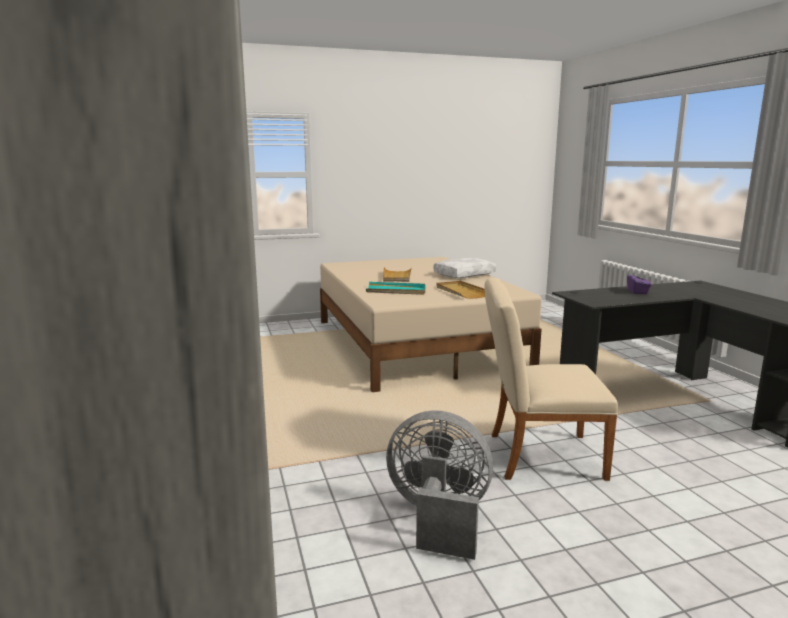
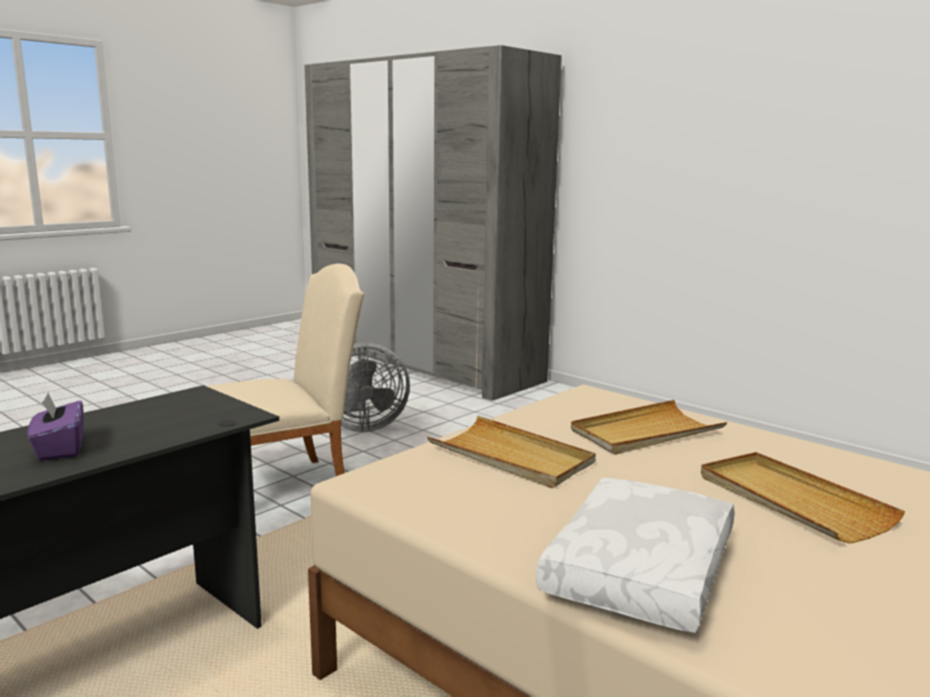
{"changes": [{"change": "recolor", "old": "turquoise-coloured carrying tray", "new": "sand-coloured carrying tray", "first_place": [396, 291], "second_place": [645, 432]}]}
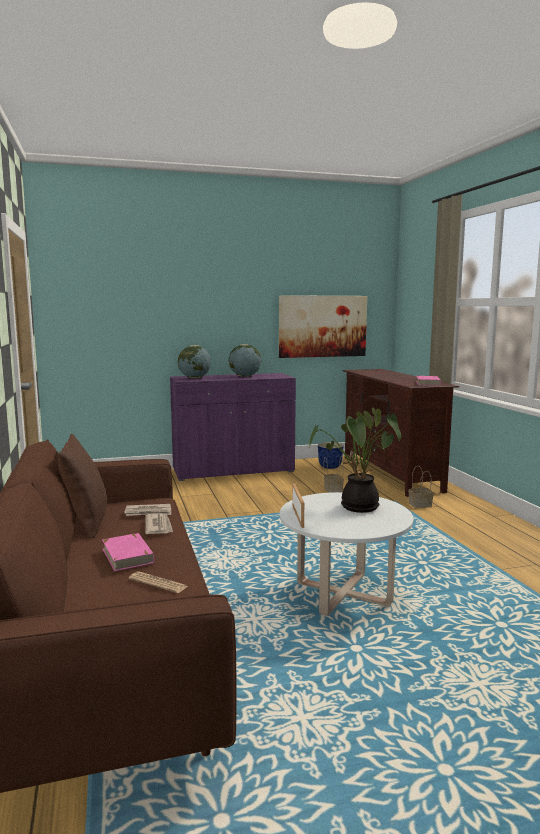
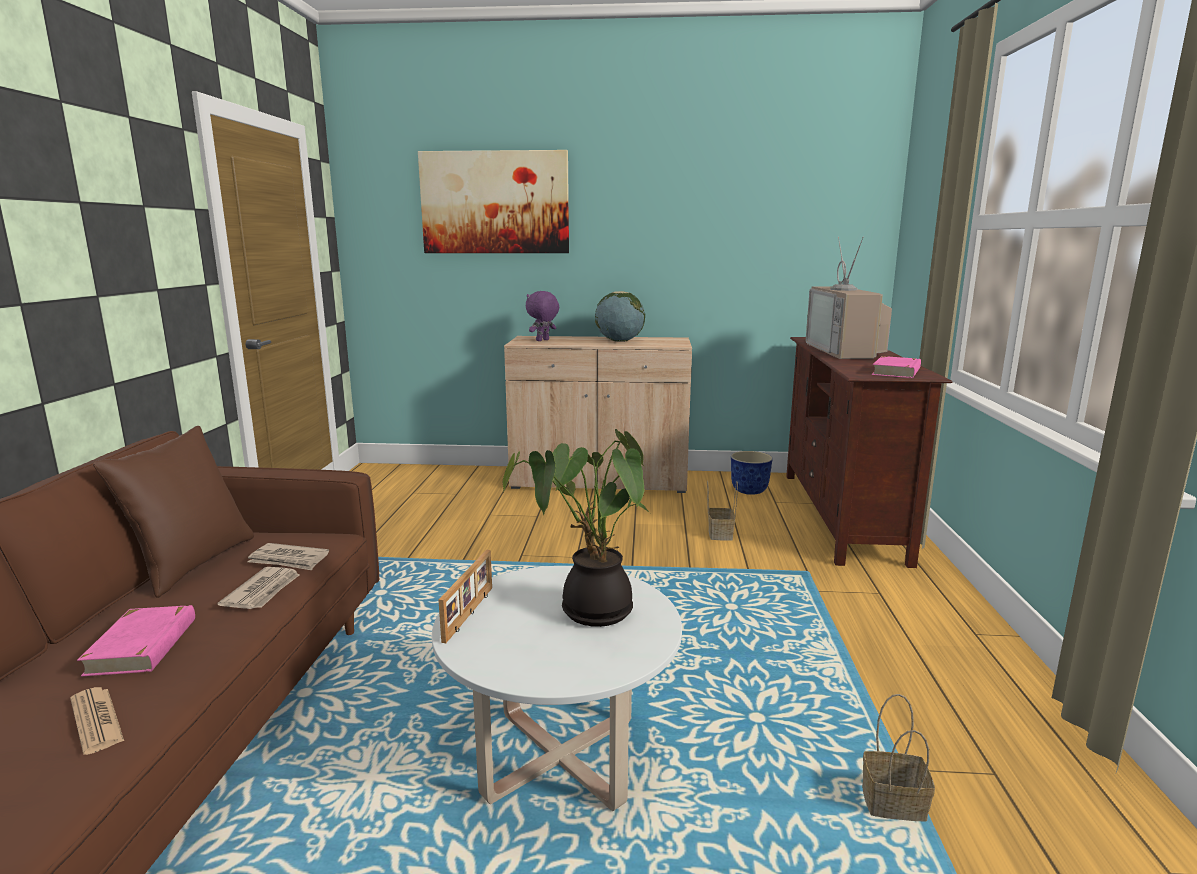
{"changes": [{"change": "move", "old": "wall art", "first_place": [322, 326], "second_place": [495, 203]}, {"change": "recolor", "old": "purple cupboard", "new": "sand-coloured cupboard", "first_place": [233, 470], "second_place": [599, 480]}, {"change": "replace", "old": "desk globe", "new": "purple cuddly toy", "first_place": [194, 378], "second_place": [543, 340]}, {"change": "insert", "new": "TV set", "second_place": [845, 351]}, {"change": "move", "old": "storage basket", "first_place": [420, 504], "second_place": [895, 804]}]}
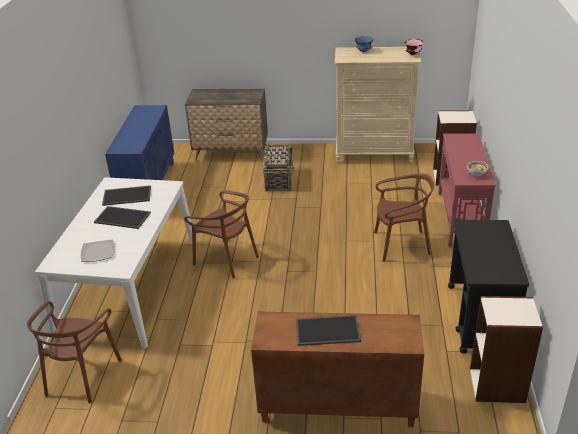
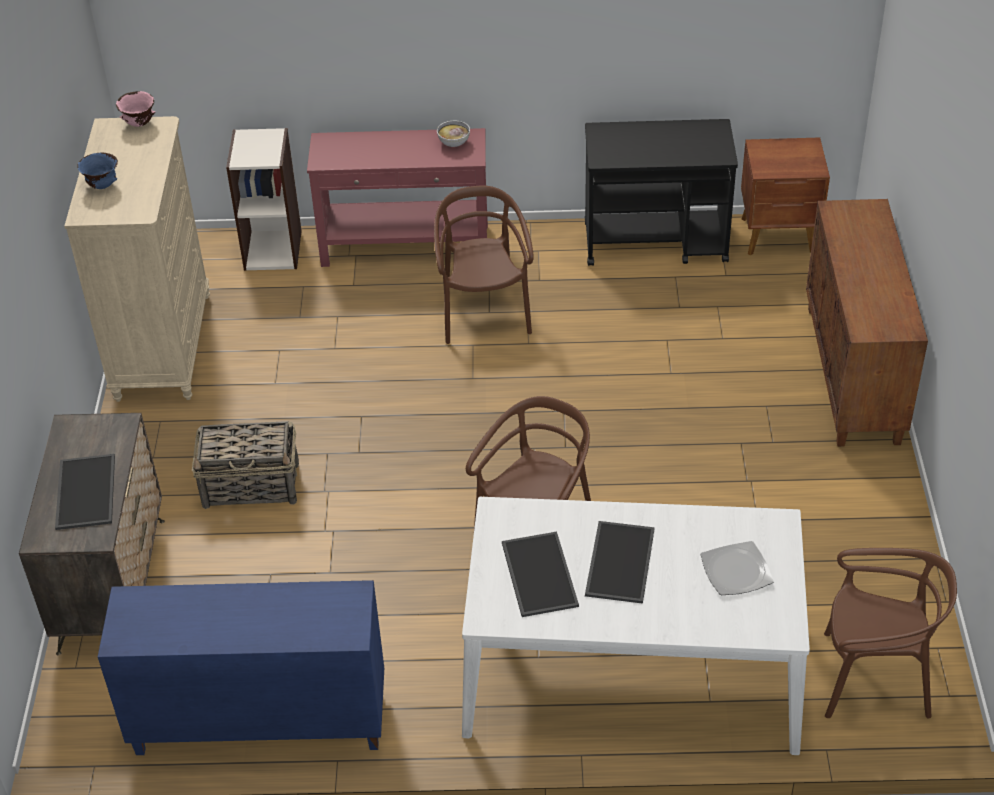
{"changes": [{"change": "move", "old": "carrying tray", "first_place": [328, 330], "second_place": [84, 491]}, {"change": "replace", "old": "bookcase", "new": "brown-coloured night table", "first_place": [498, 386], "second_place": [779, 236]}]}
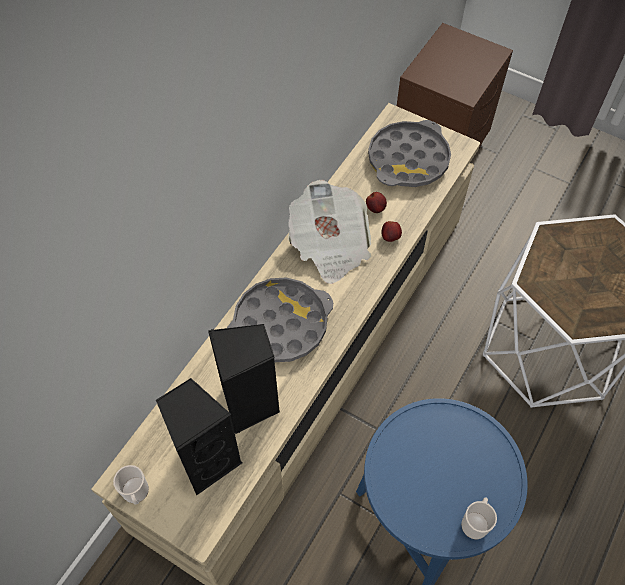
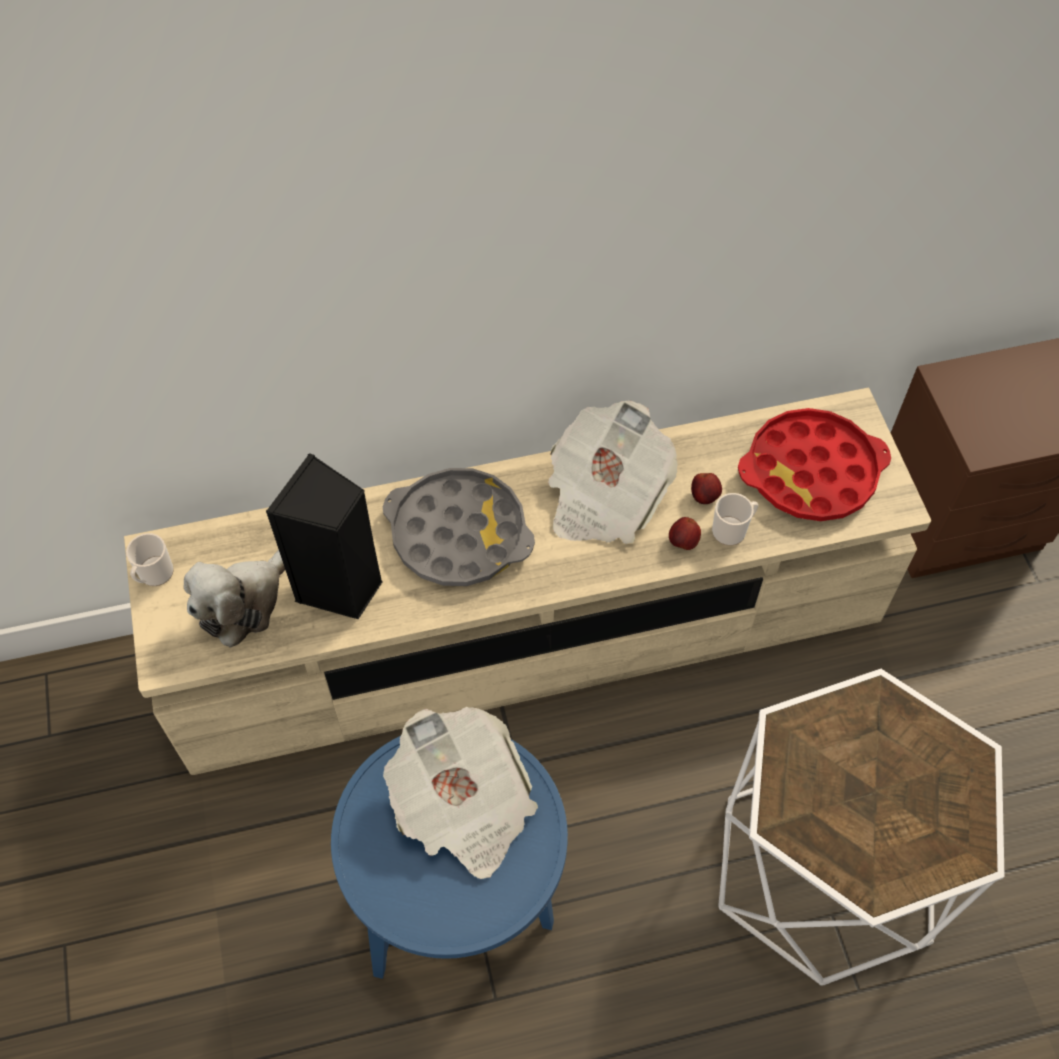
{"changes": [{"change": "replace", "old": "black-coloured loudspeaker", "new": "cuddly toy", "first_place": [207, 460], "second_place": [244, 602]}, {"change": "insert", "new": "daily paper", "second_place": [463, 806]}, {"change": "move", "old": "tea mug", "first_place": [475, 522], "second_place": [732, 530]}, {"change": "recolor", "old": "gray carrying tray", "new": "reddish carrying tray", "first_place": [408, 160], "second_place": [811, 472]}]}
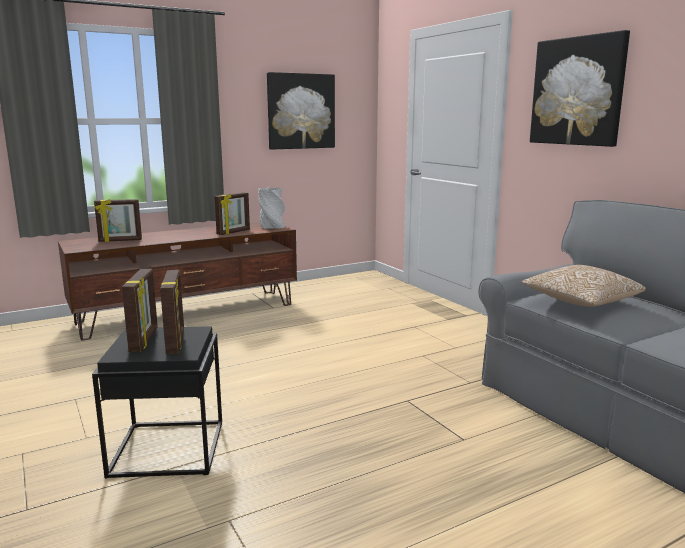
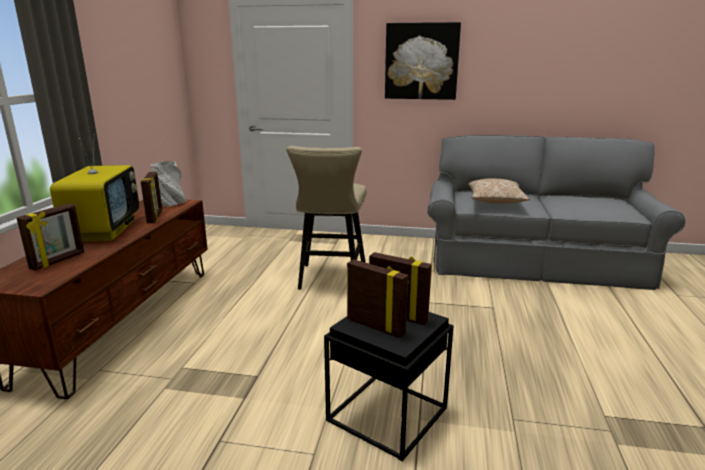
{"changes": [{"change": "insert", "new": "TV set", "second_place": [104, 231]}, {"change": "insert", "new": "sand-coloured stool", "second_place": [330, 280]}, {"change": "delete", "old": "wall art", "first_place": [301, 111]}]}
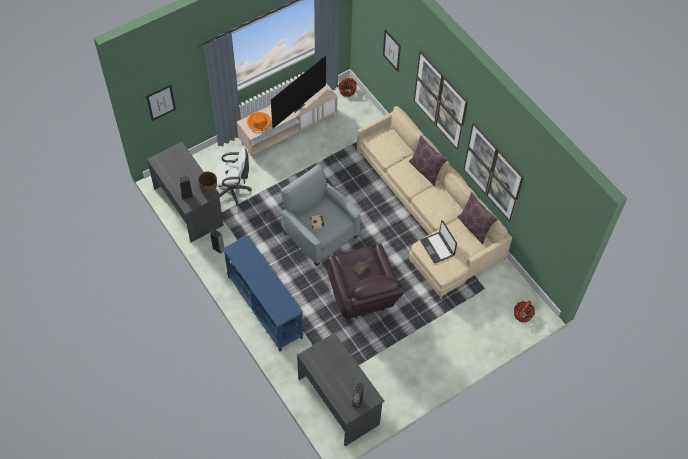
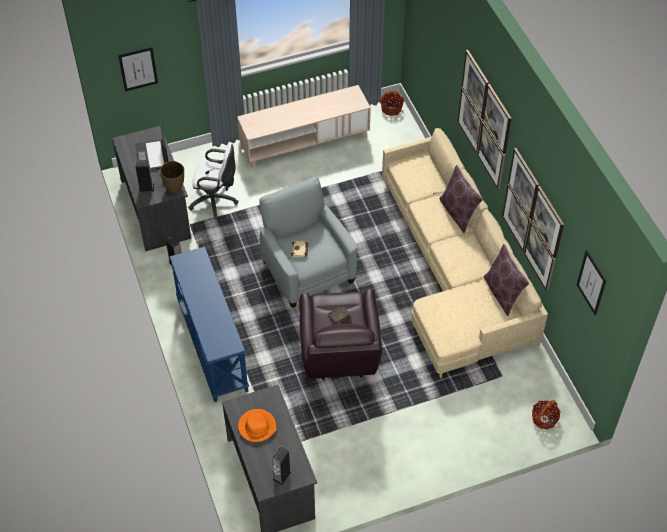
{"changes": [{"change": "move", "old": "laptop", "first_place": [437, 248], "second_place": [152, 156]}, {"change": "move", "old": "orange-coloured clothing hat", "first_place": [259, 122], "second_place": [257, 426]}, {"change": "move", "old": "wall art", "first_place": [391, 50], "second_place": [591, 282]}, {"change": "delete", "old": "TV set", "first_place": [296, 106]}]}
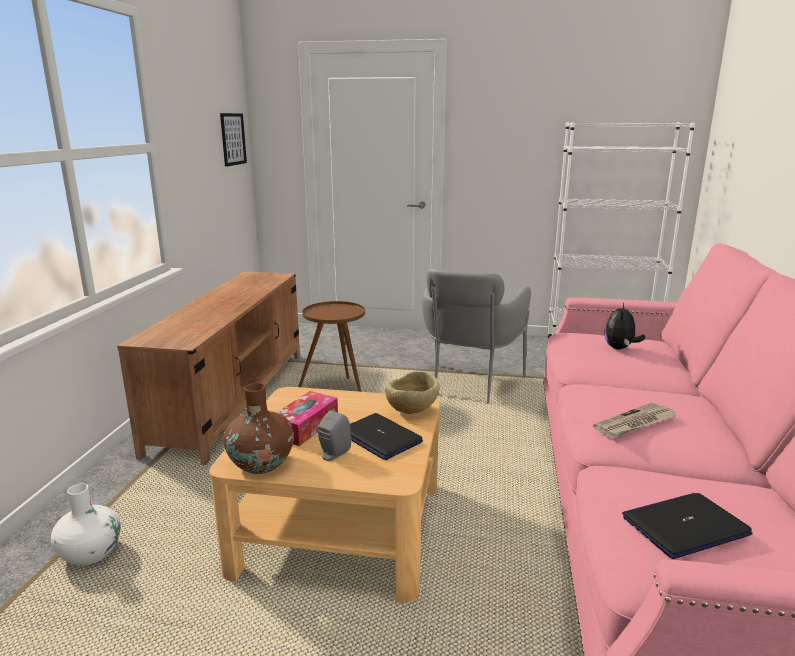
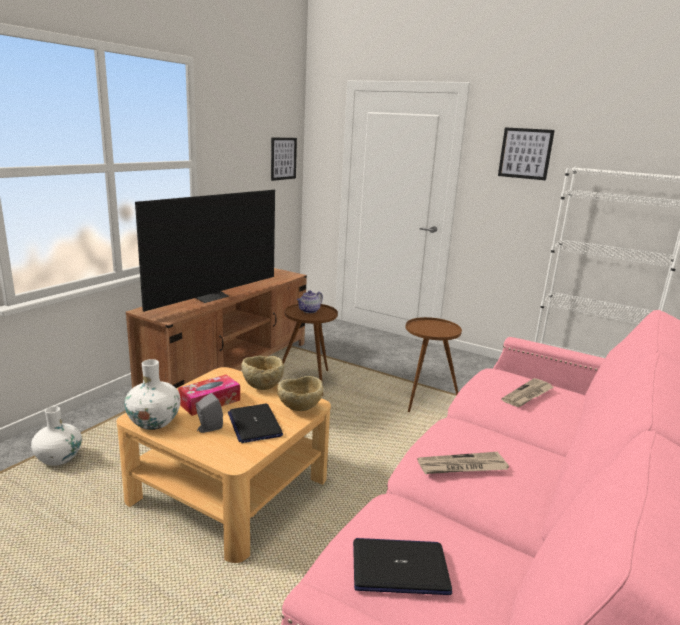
{"changes": [{"change": "recolor", "old": "brown-coloured vase", "new": "white-coloured vase", "first_place": [261, 463], "second_place": [154, 422]}, {"change": "insert", "new": "TV set", "second_place": [210, 297]}, {"change": "insert", "new": "sand-coloured deep dish", "second_place": [262, 386]}, {"change": "insert", "new": "tea pot", "second_place": [309, 311]}, {"change": "replace", "old": "gray armchair", "new": "brown-coloured end table", "first_place": [469, 386], "second_place": [424, 400]}, {"change": "insert", "new": "wall art", "second_place": [525, 153]}, {"change": "replace", "old": "cuddly toy", "new": "daily paper", "first_place": [620, 348], "second_place": [528, 395]}]}
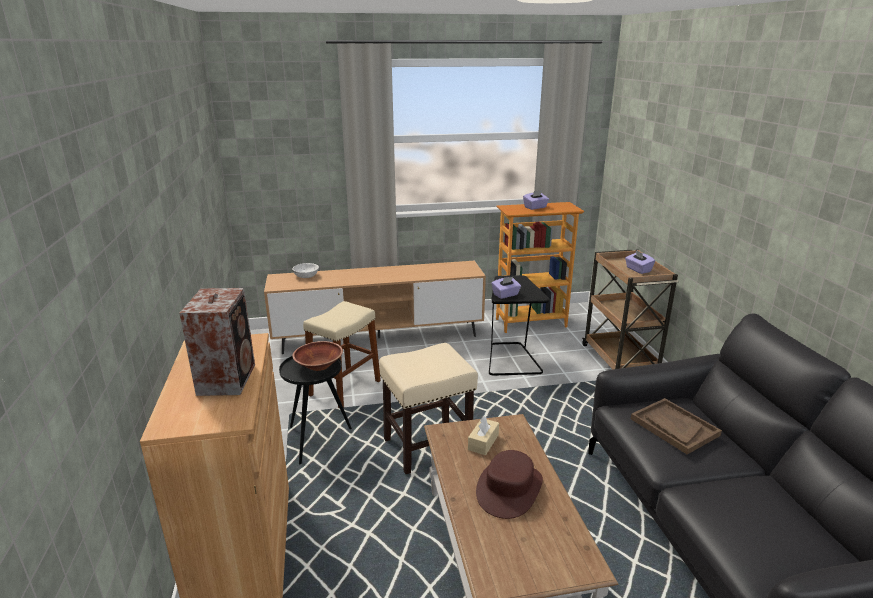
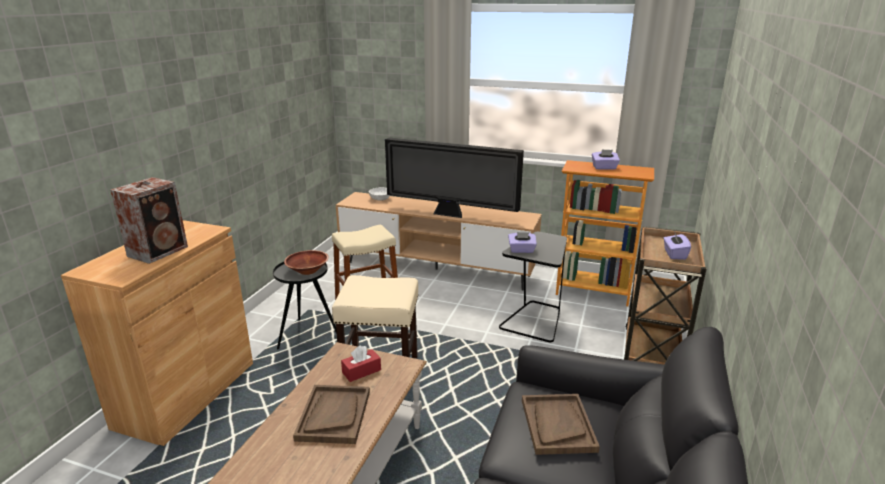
{"changes": [{"change": "replace", "old": "brown-coloured clothing hat", "new": "brown-coloured carrying tray", "first_place": [509, 489], "second_place": [333, 415]}, {"change": "recolor", "old": "sand-coloured tissue box", "new": "reddish tissue box", "first_place": [483, 442], "second_place": [361, 371]}, {"change": "insert", "new": "TV set", "second_place": [450, 215]}]}
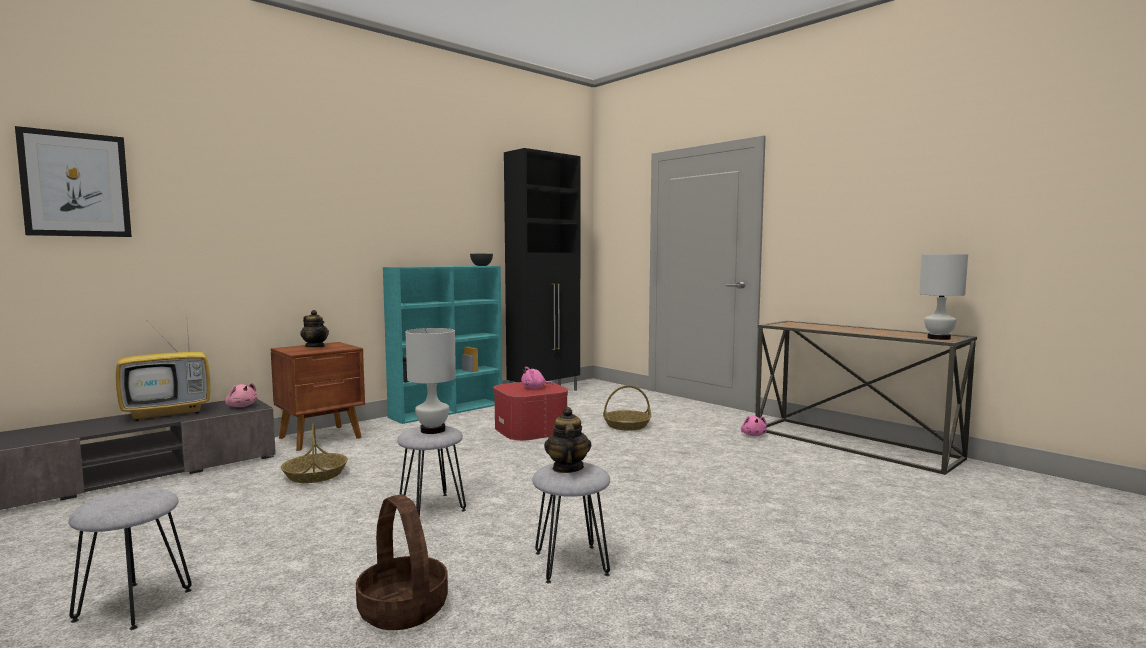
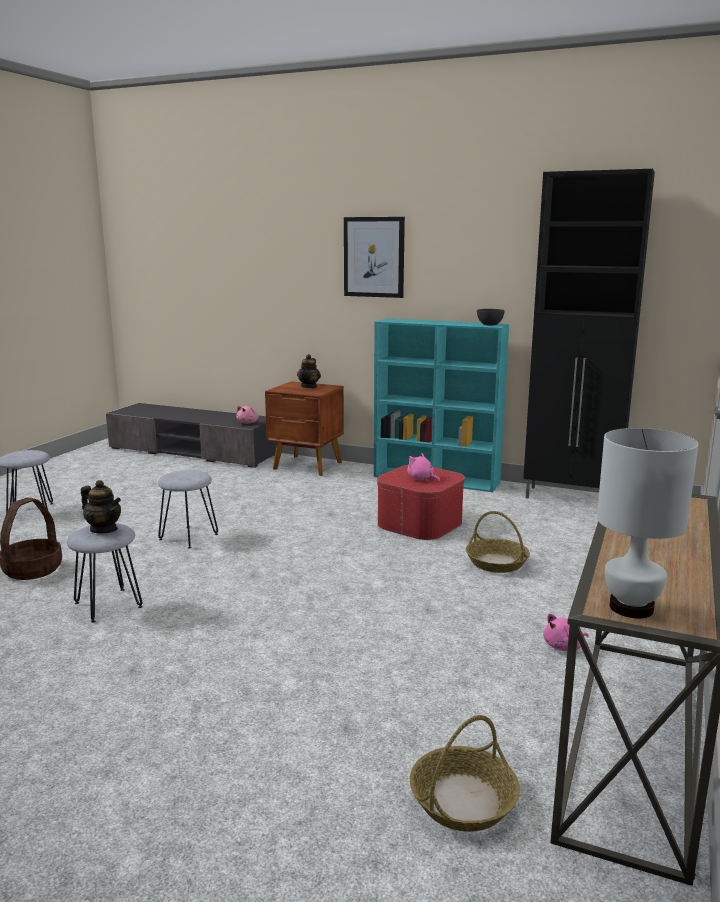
{"changes": [{"change": "rotate", "old": "tea pot", "first_place": [567, 468], "second_place": [104, 529], "degrees": 60}, {"change": "move", "old": "wall art", "first_place": [76, 184], "second_place": [374, 257]}, {"change": "move", "old": "storage basket", "first_place": [315, 475], "second_place": [463, 801]}, {"change": "delete", "old": "TV set", "first_place": [169, 413]}, {"change": "delete", "old": "white-coloured table lamp", "first_place": [433, 430]}]}
